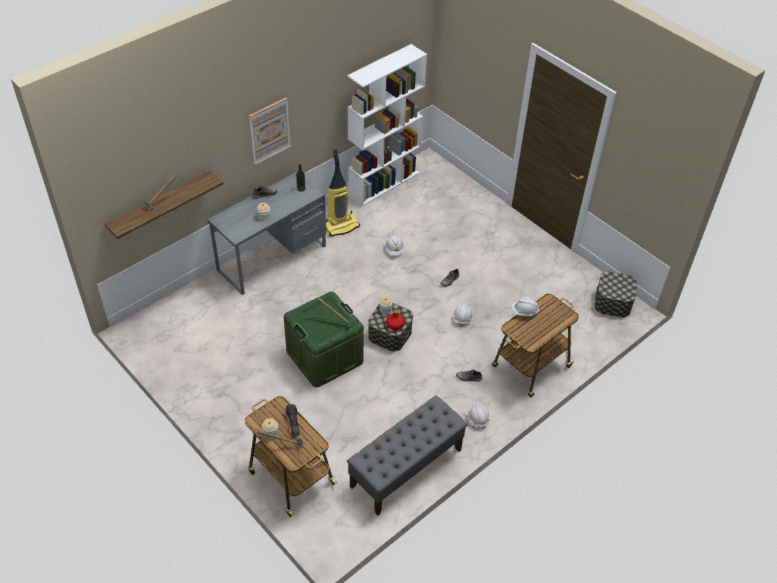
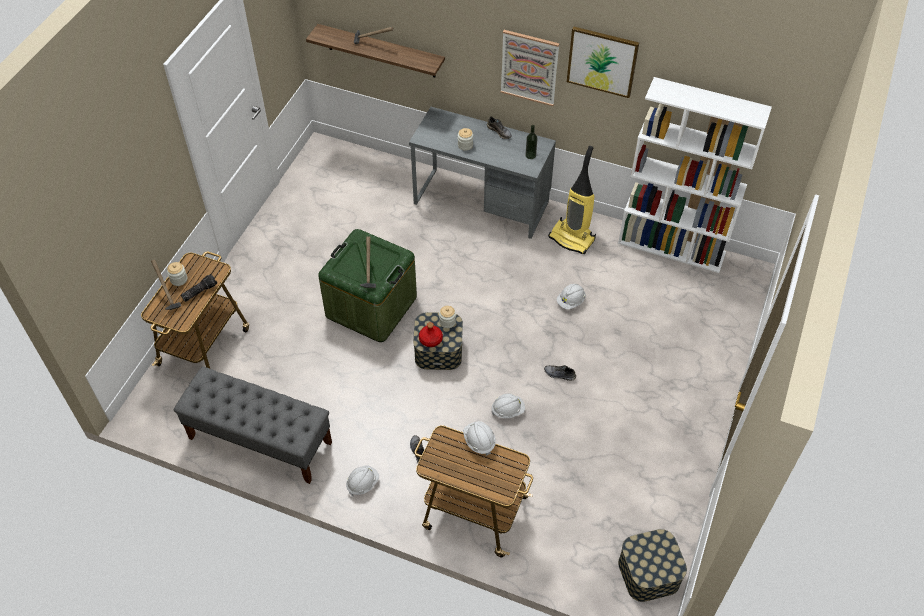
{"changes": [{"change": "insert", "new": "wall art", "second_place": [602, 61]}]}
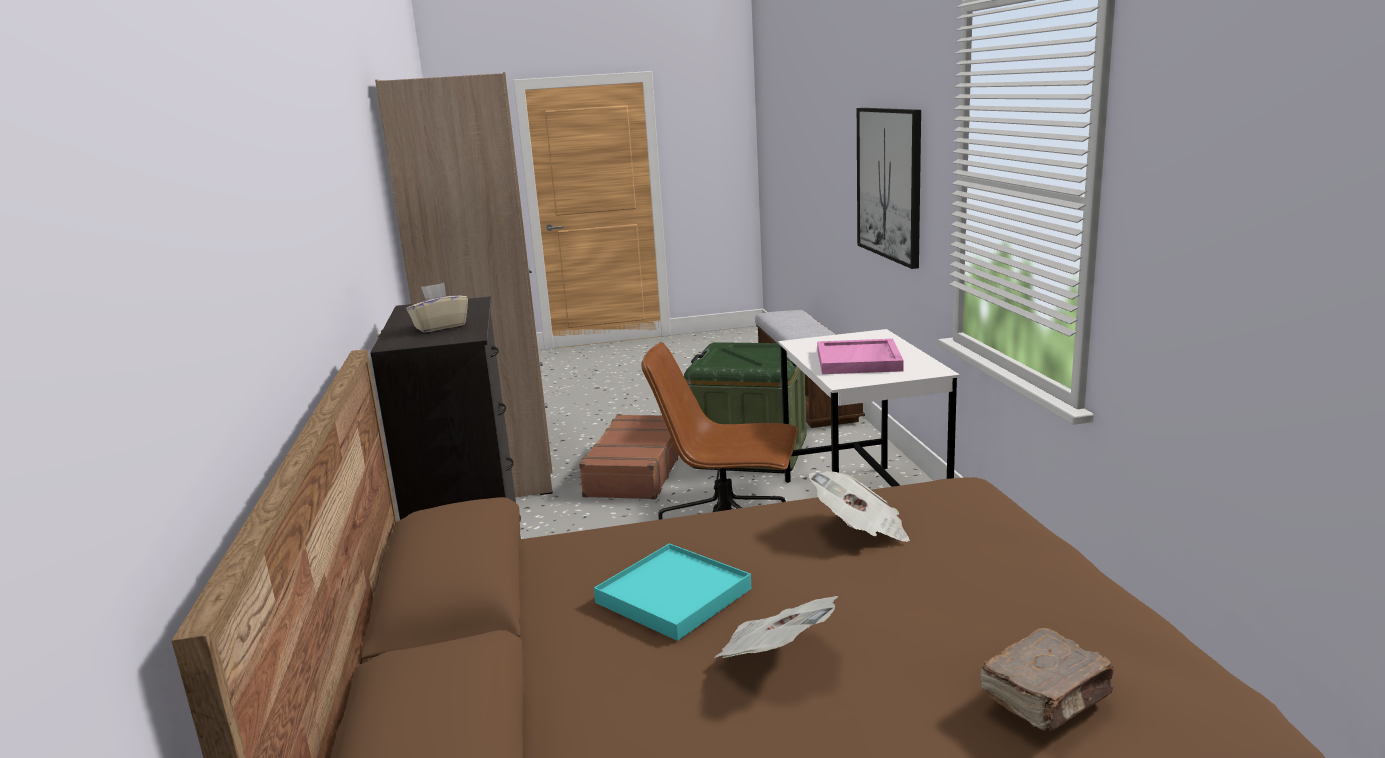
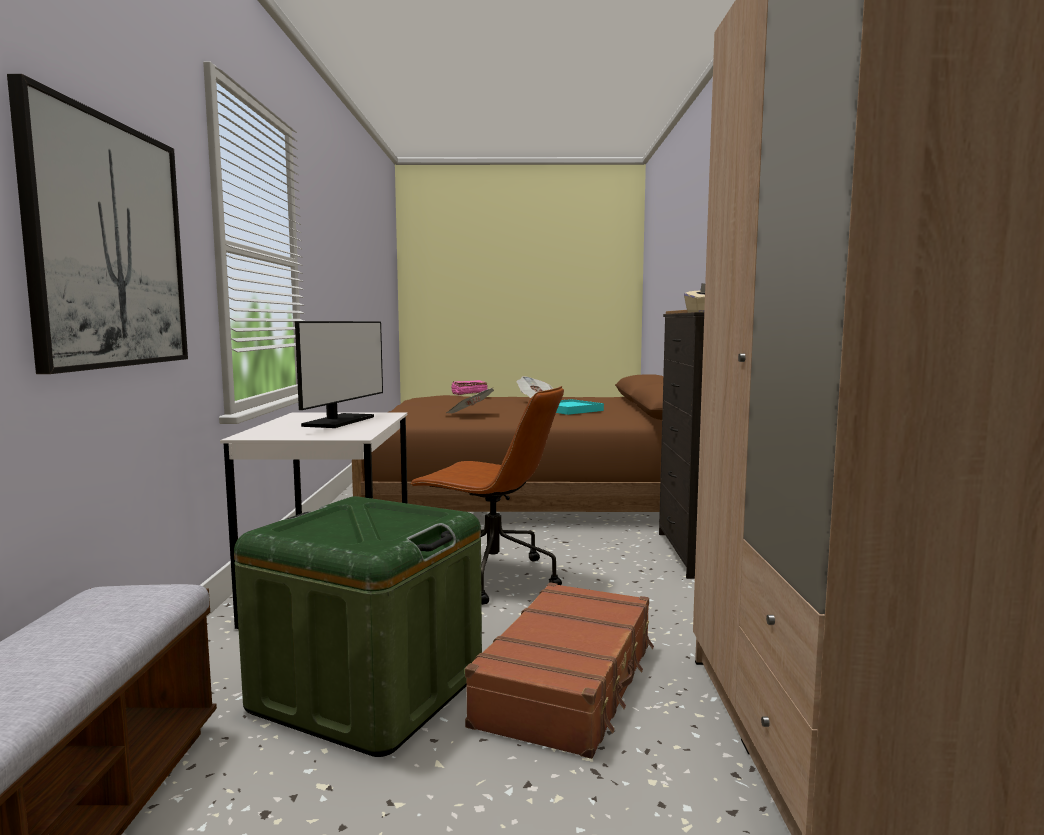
{"changes": [{"change": "replace", "old": "pink carrying tray", "new": "computer screen", "first_place": [859, 361], "second_place": [339, 421]}, {"change": "recolor", "old": "brown-coloured bound book", "new": "pink bound book", "first_place": [1047, 697], "second_place": [468, 394]}]}
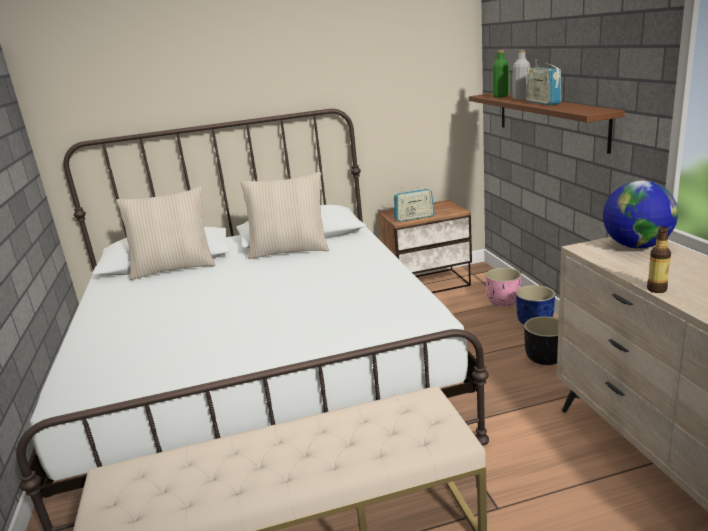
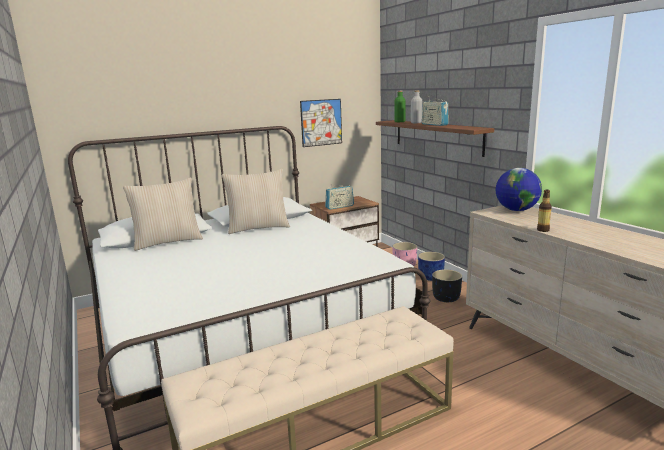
{"changes": [{"change": "insert", "new": "wall art", "second_place": [321, 122]}]}
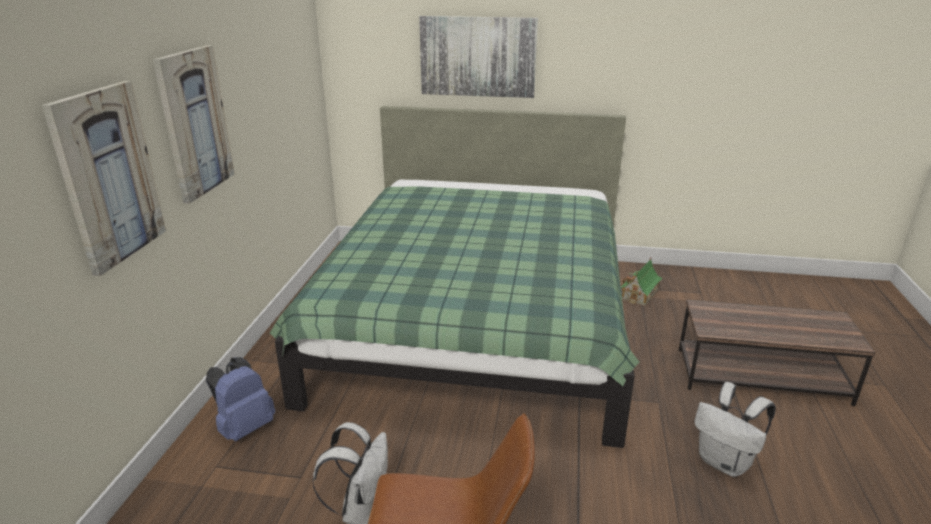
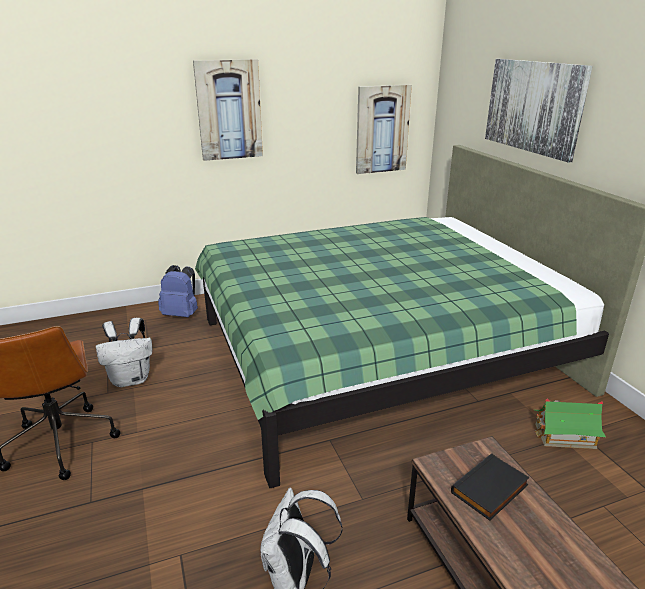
{"changes": [{"change": "move", "old": "wall art", "first_place": [108, 176], "second_place": [382, 129]}, {"change": "insert", "new": "black-coloured bound book", "second_place": [490, 490]}]}
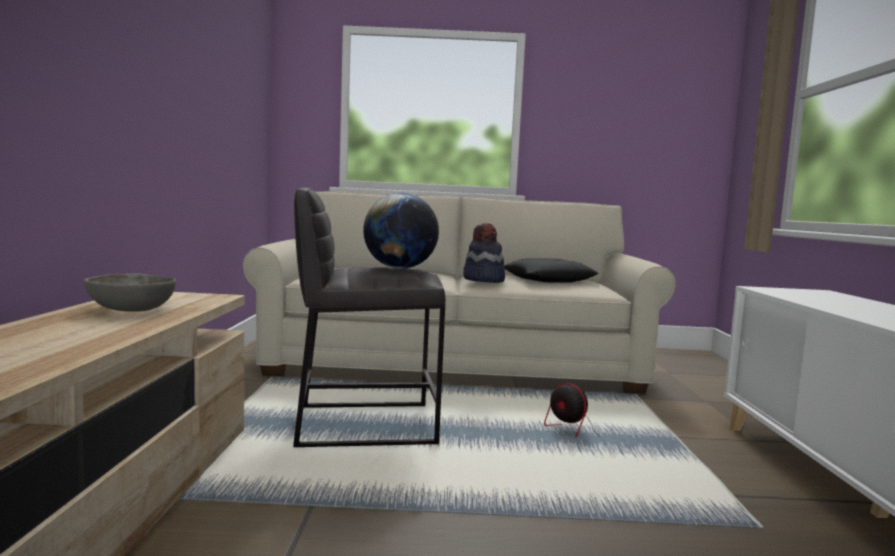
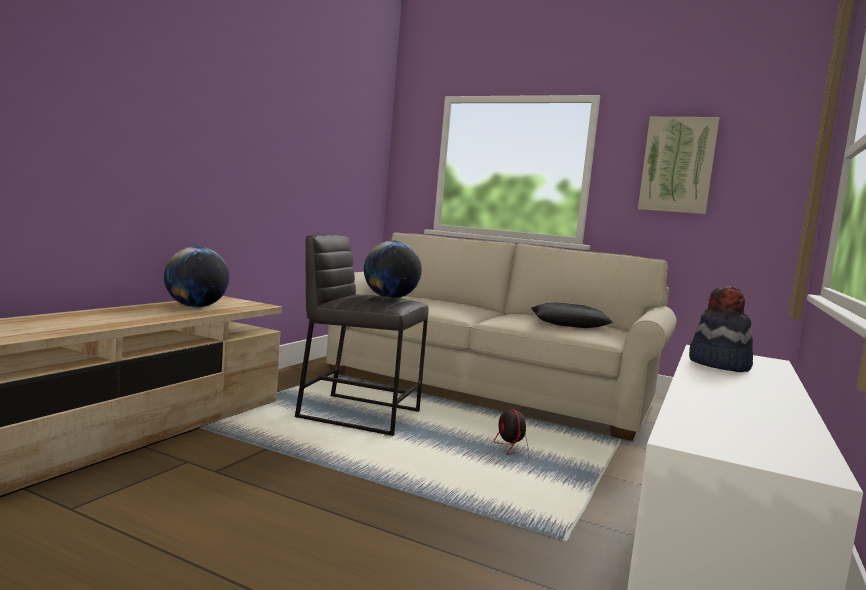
{"changes": [{"change": "replace", "old": "gray deep dish", "new": "desk globe", "first_place": [131, 310], "second_place": [196, 307]}, {"change": "insert", "new": "wall art", "second_place": [677, 165]}, {"change": "move", "old": "clothing hat", "first_place": [483, 280], "second_place": [718, 365]}]}
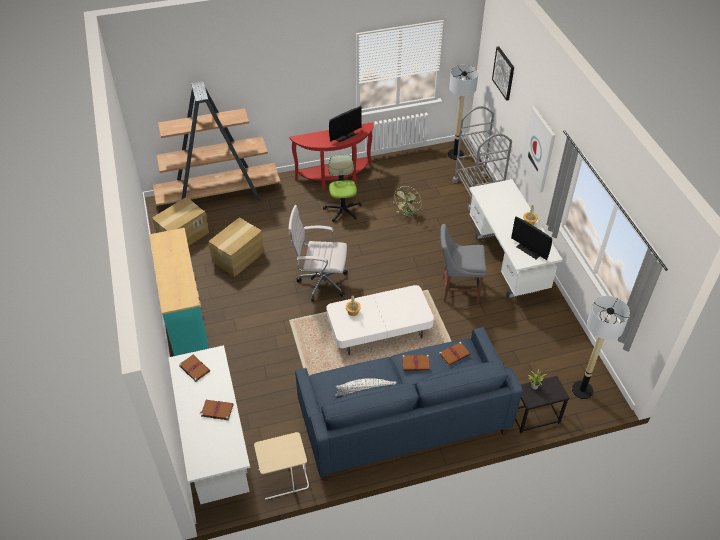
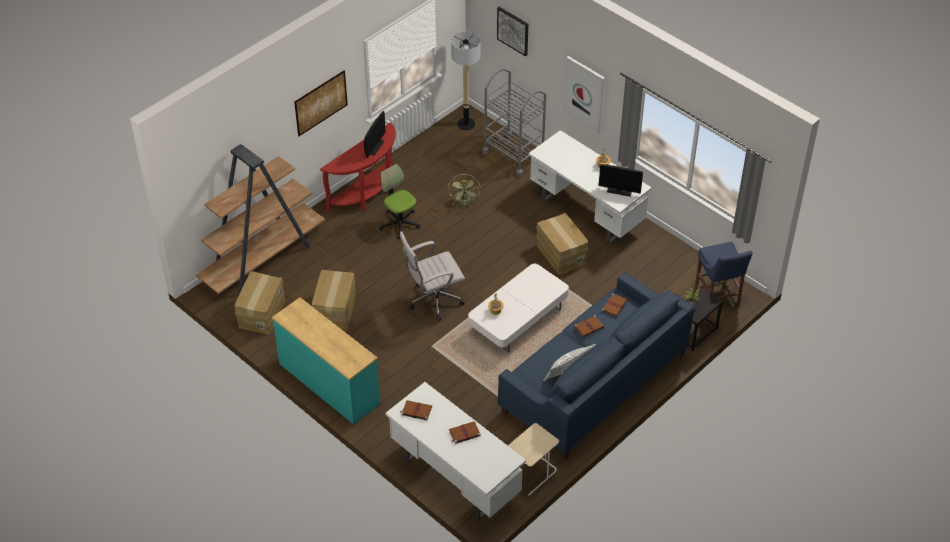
{"changes": [{"change": "insert", "new": "wall art", "second_place": [321, 103]}, {"change": "replace", "old": "gray upright chair", "new": "carton", "first_place": [457, 289], "second_place": [560, 254]}, {"change": "replace", "old": "standard lamp", "new": "blue-coloured upright chair", "first_place": [582, 390], "second_place": [718, 295]}]}
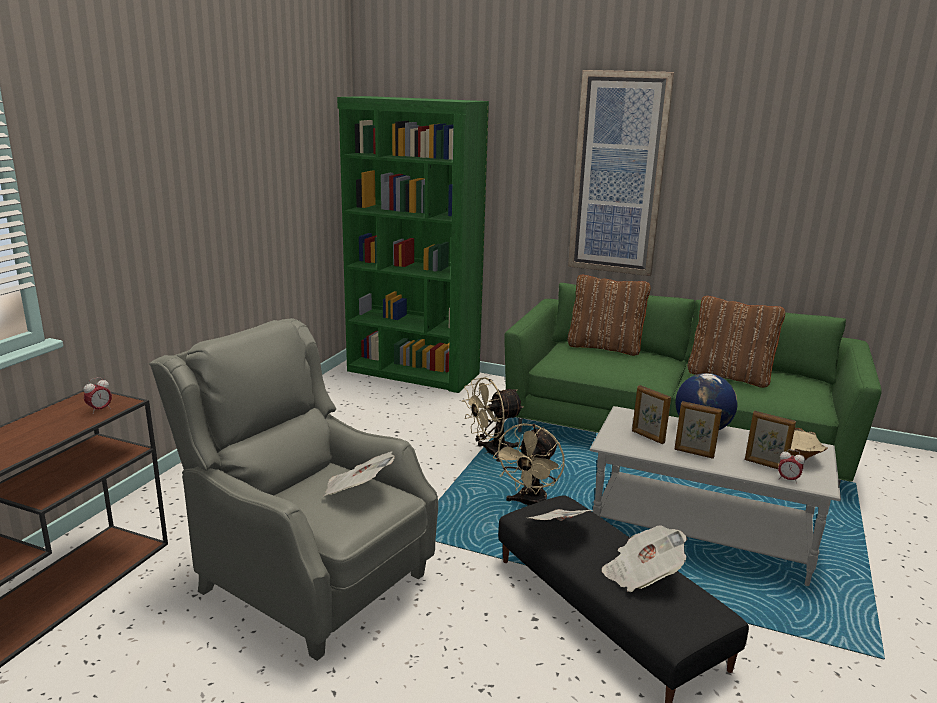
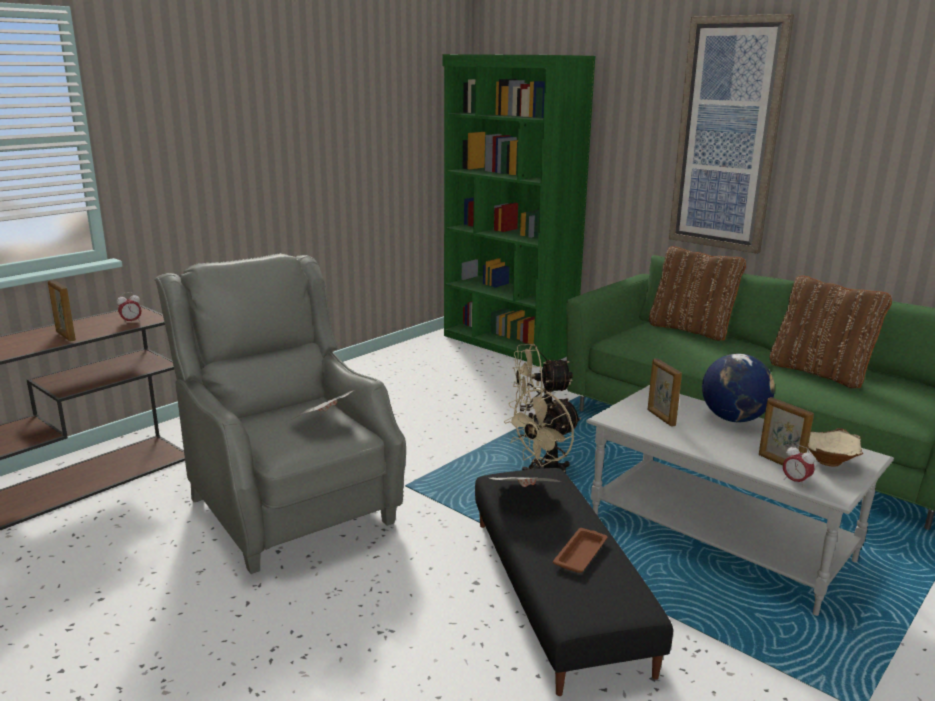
{"changes": [{"change": "move", "old": "standing frame", "first_place": [694, 453], "second_place": [65, 336]}, {"change": "replace", "old": "daily paper", "new": "brown-coloured carrying tray", "first_place": [641, 575], "second_place": [581, 554]}]}
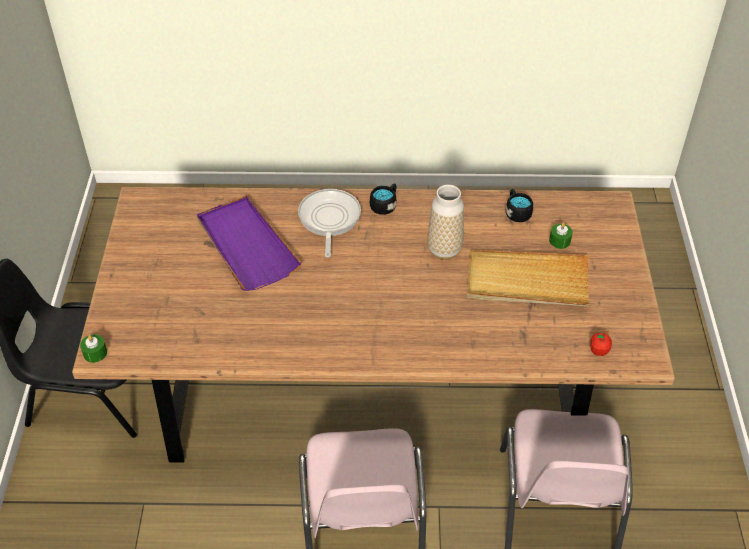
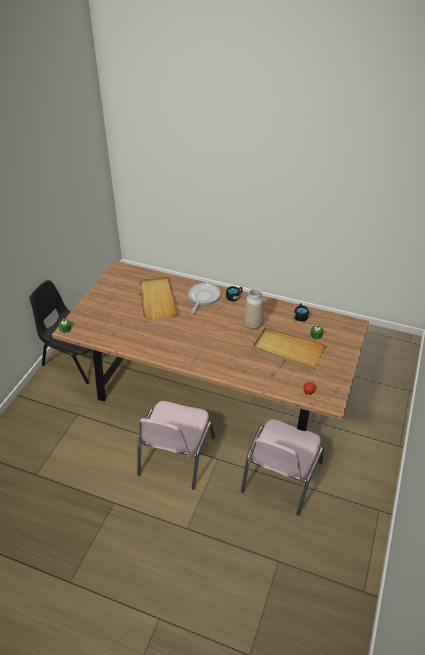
{"changes": [{"change": "recolor", "old": "purple carrying tray", "new": "sand-coloured carrying tray", "first_place": [246, 246], "second_place": [157, 299]}]}
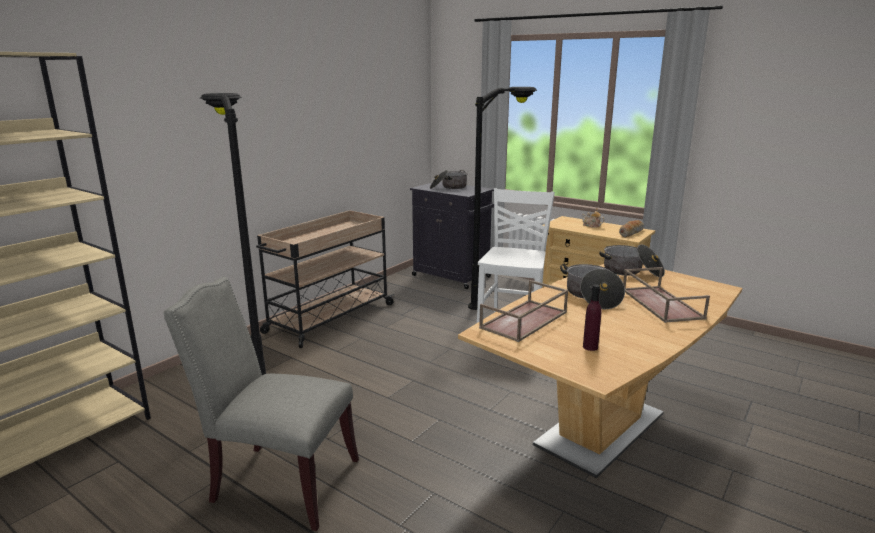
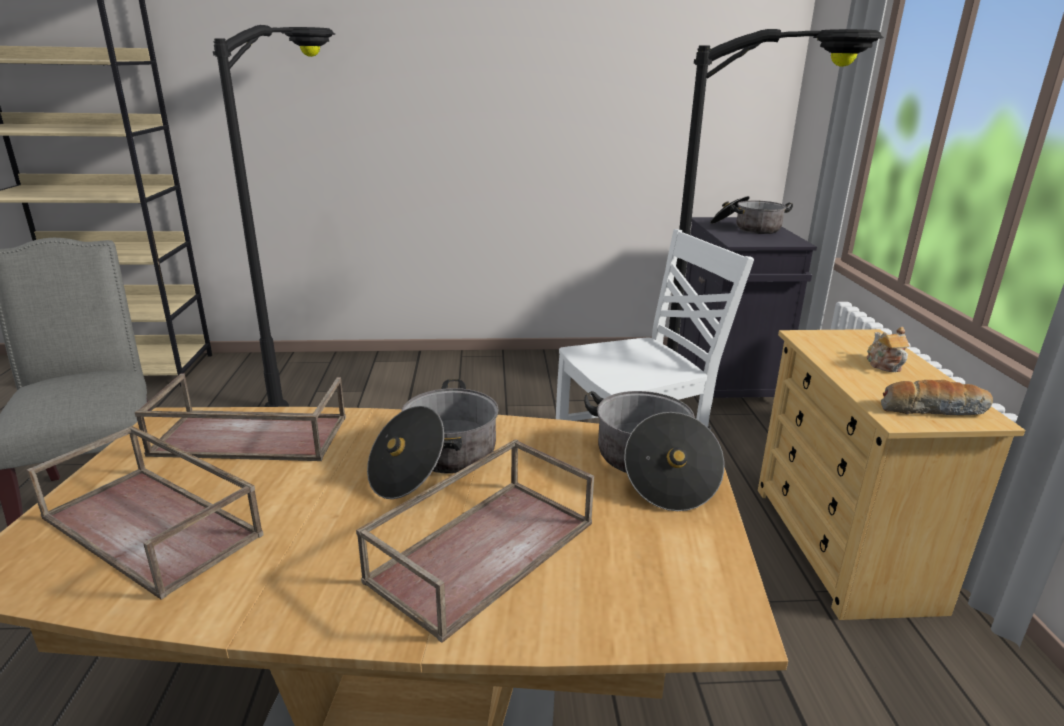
{"changes": [{"change": "replace", "old": "purple beverage bottle", "new": "brown-coloured carrying tray", "first_place": [590, 347], "second_place": [155, 526]}, {"change": "delete", "old": "sand-coloured trolley", "first_place": [329, 318]}]}
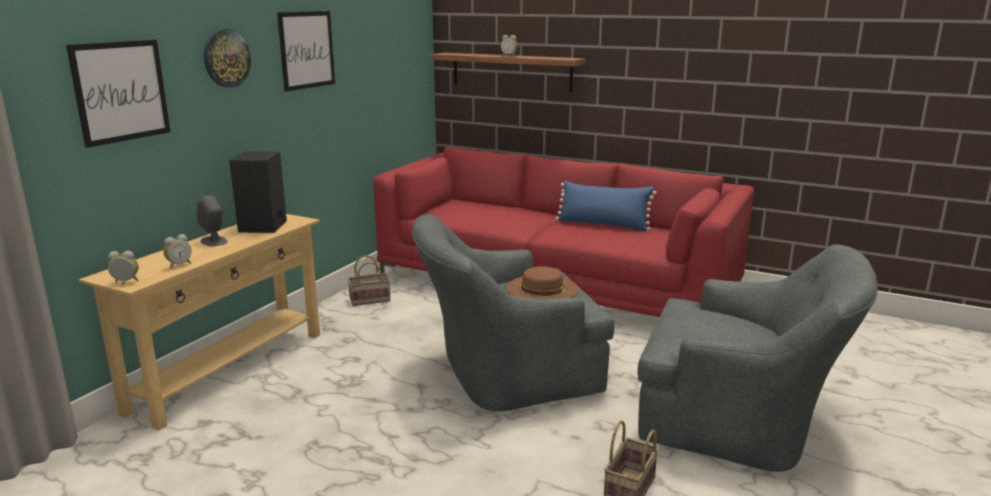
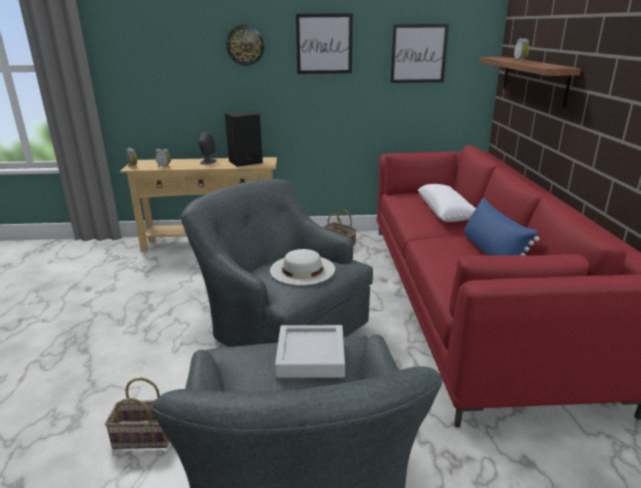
{"changes": [{"change": "recolor", "old": "brown-coloured clothing hat", "new": "white-coloured clothing hat", "first_place": [542, 288], "second_place": [302, 269]}, {"change": "insert", "new": "gray carrying tray", "second_place": [311, 356]}, {"change": "move", "old": "wall art", "first_place": [121, 91], "second_place": [418, 53]}, {"change": "insert", "new": "white-coloured pillow", "second_place": [446, 213]}]}
